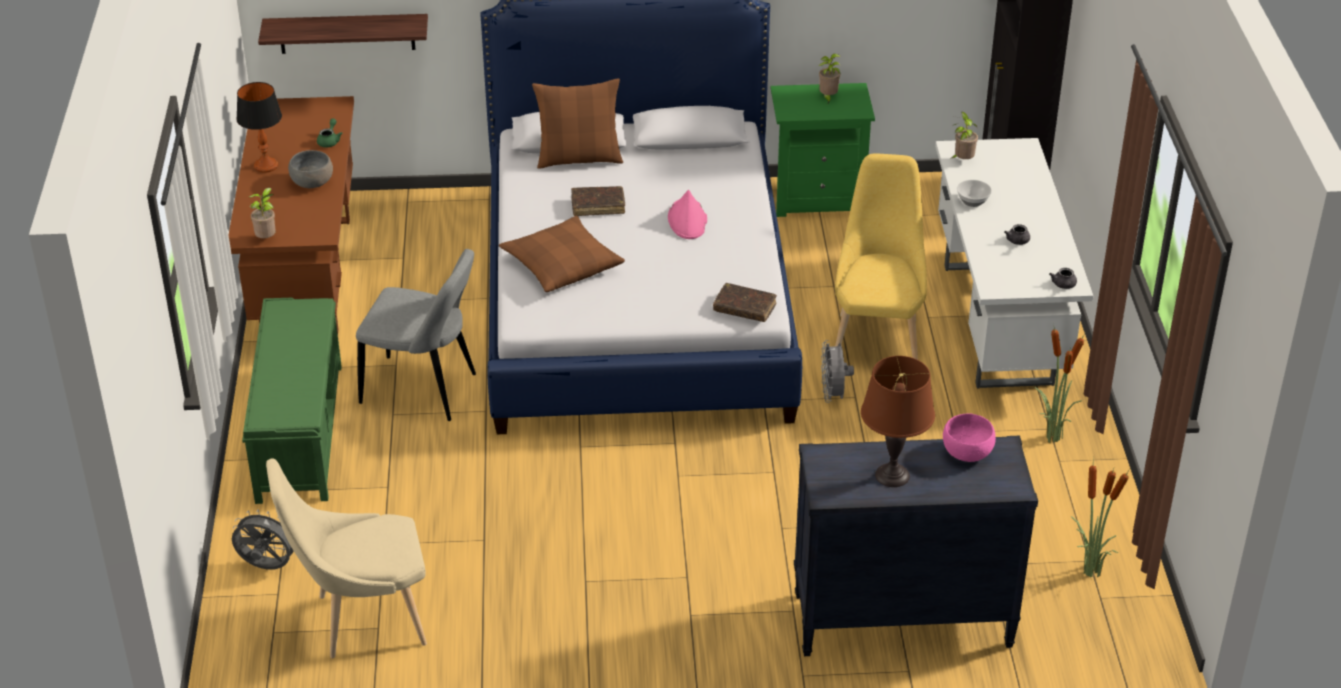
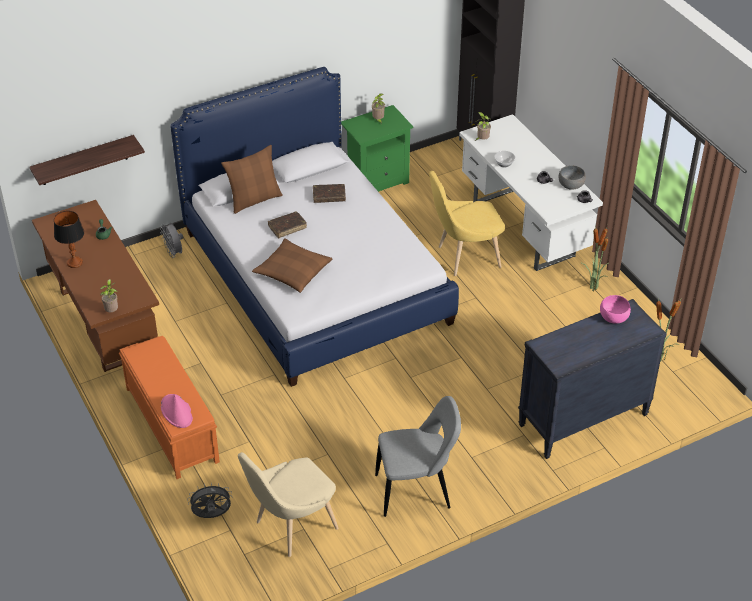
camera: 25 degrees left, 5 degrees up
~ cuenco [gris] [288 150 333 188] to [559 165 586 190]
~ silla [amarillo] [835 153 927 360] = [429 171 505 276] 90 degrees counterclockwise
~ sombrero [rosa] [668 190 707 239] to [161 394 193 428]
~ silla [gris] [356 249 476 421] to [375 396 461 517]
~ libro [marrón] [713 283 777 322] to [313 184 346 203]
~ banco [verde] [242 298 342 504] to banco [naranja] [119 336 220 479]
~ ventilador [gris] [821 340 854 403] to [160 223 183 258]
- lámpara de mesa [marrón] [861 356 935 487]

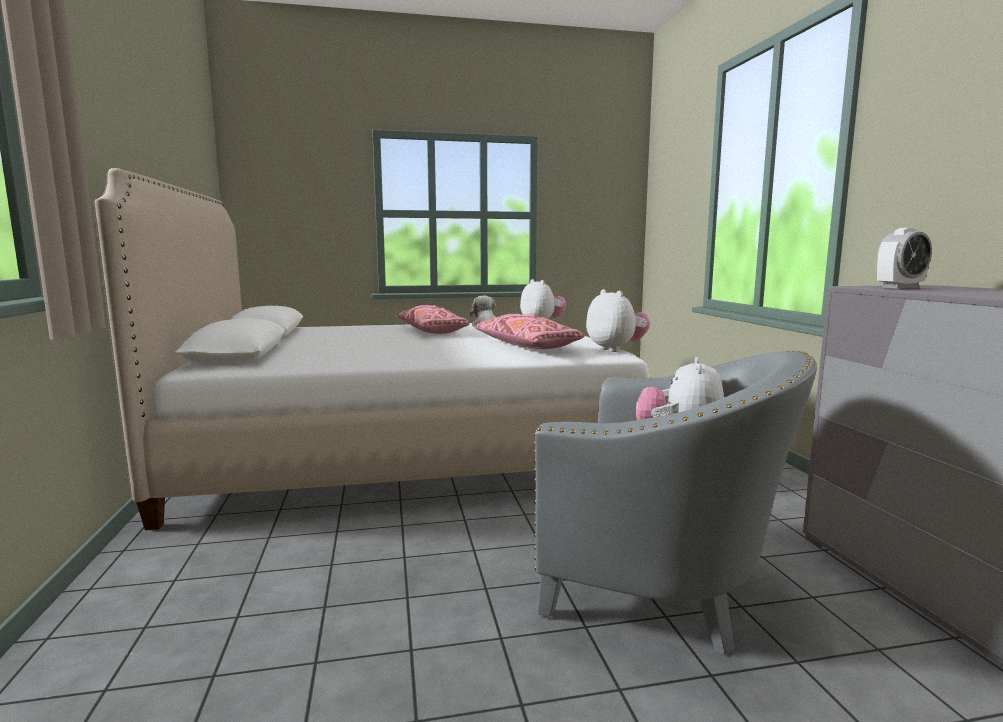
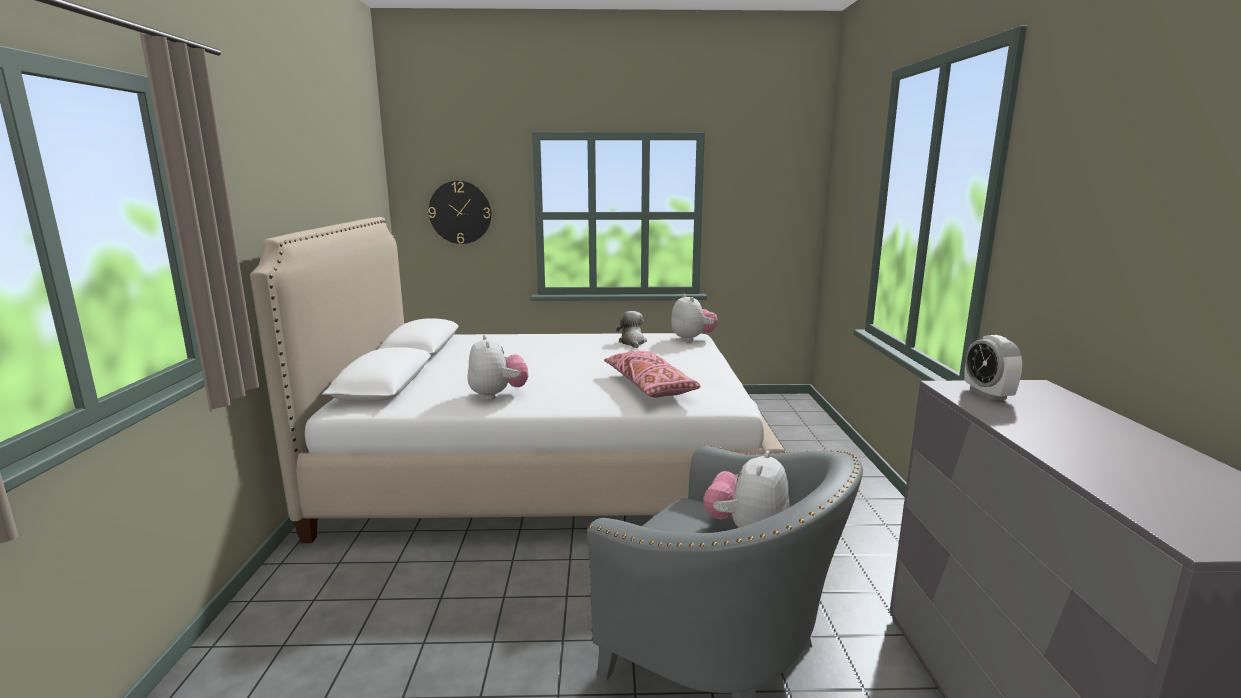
camera: 10 degrees right, 5 degrees up
~ despertador [877 228 932 288] = [964 335 1023 401] 90 degrees clockwise
~ peluche [586 289 650 352] to [468 335 529 400]
- cojín [rosa] [397 305 470 334]
+ reloj de pared [428 181 491 244]

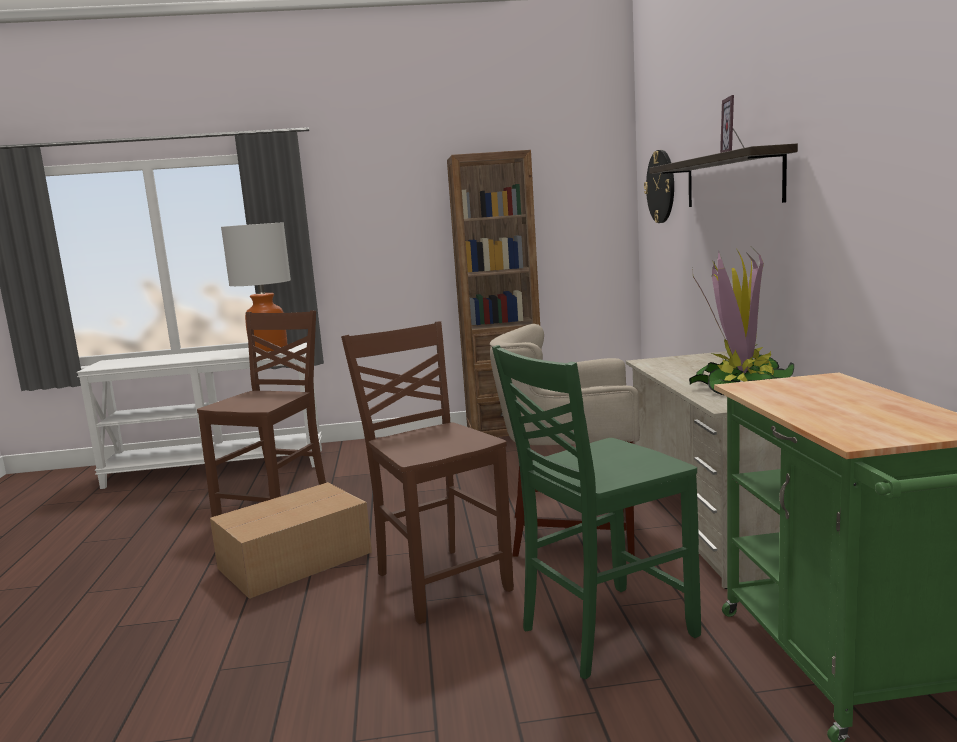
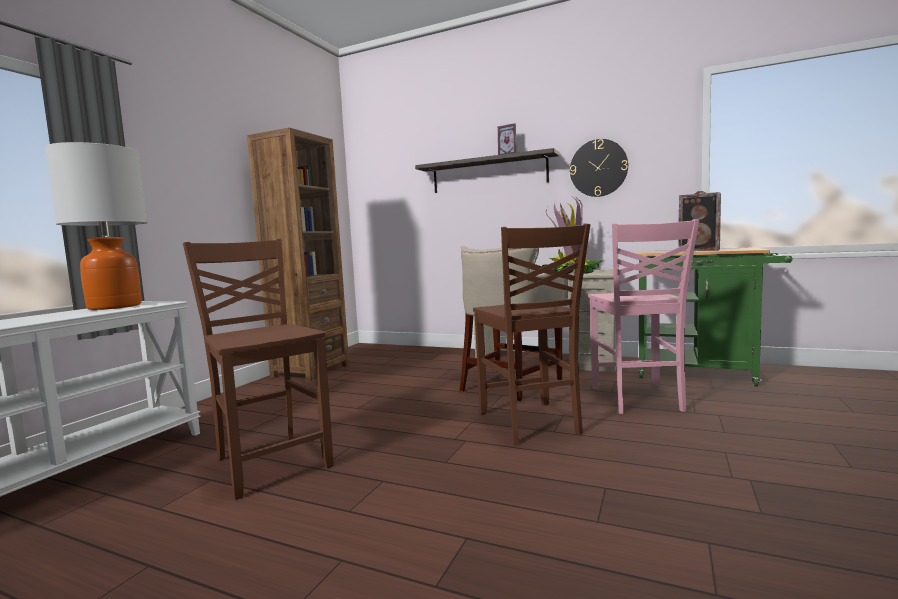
camera: 60 degrees left, 5 degrees down
~ reloj de pared [644 150 674 223] to [570 139 628 197]
~ silla [marrón] [341 321 514 624] = [473 223 590 445] 105 degrees counterclockwise
~ silla [verde] [492 345 701 679] to silla [rosa] [588 219 699 414]
- caja de cartón [210 482 372 599]
+ altavoz [678 191 721 252]

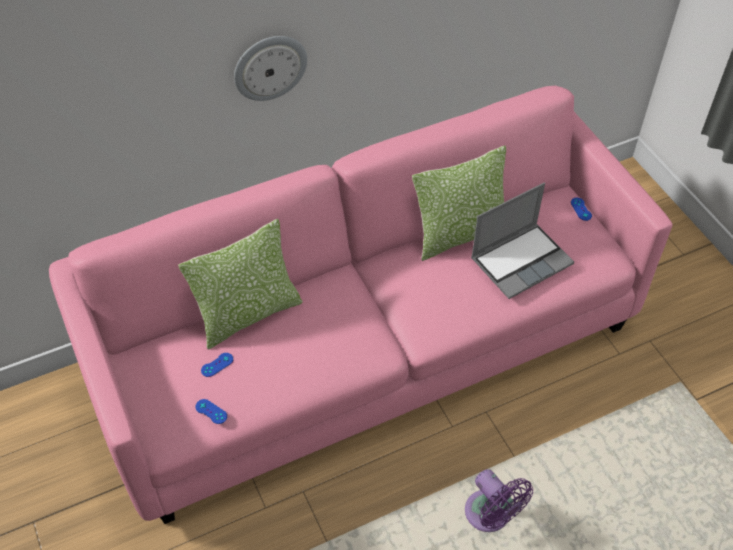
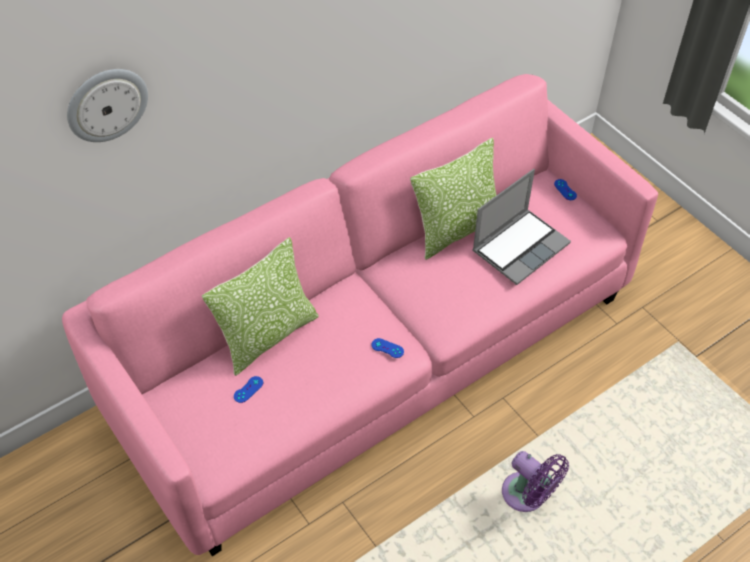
camera: 10 degrees left, 0 degrees up
~ reloj de pared [234 36 307 101] to [67 69 148 142]
~ mando de consola [azul] [195 399 227 424] to [372 338 404 358]

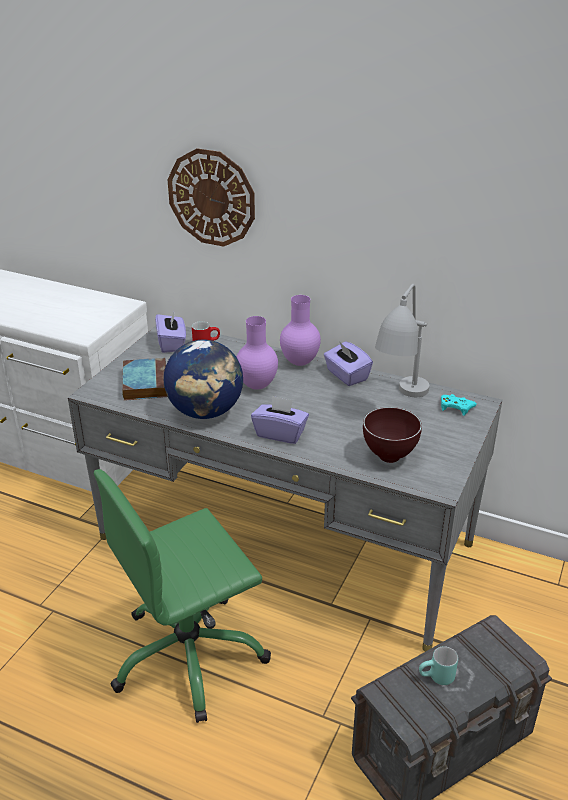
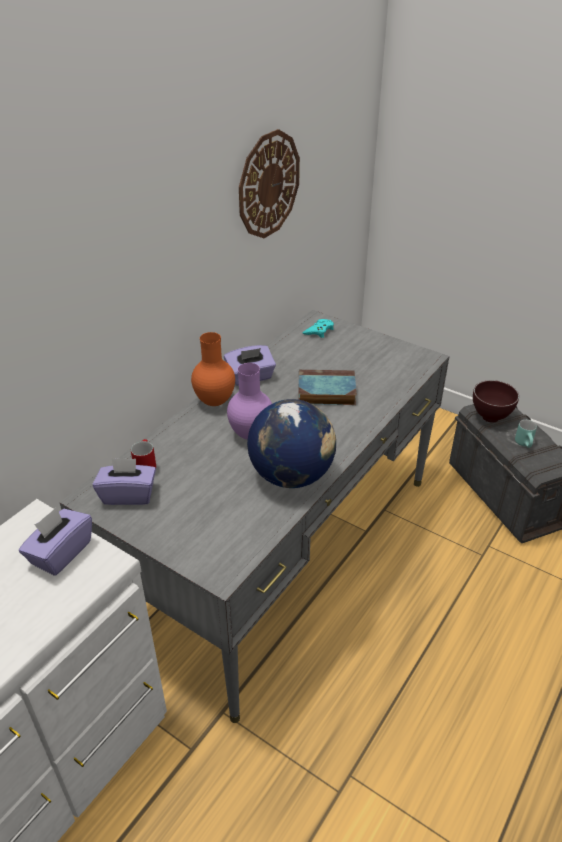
camera: 80 degrees left, 5 degrees up
~ reloj de pared [167 148 255 247] to [239 129 300 238]
- lámpara de mesa [gris] [375 284 429 397]
~ florero [morado] [280 295 321 366] to florero [naranja] [191 332 235 406]
~ libro [122 358 167 401] to [298 370 357 405]
~ caja de pañuelos [morado] [251 395 309 444] to [19 507 92 576]
~ cuenco [marrón] [363 407 422 463] to [473 380 519 423]
- silla de oficina [verde] [94 469 271 723]

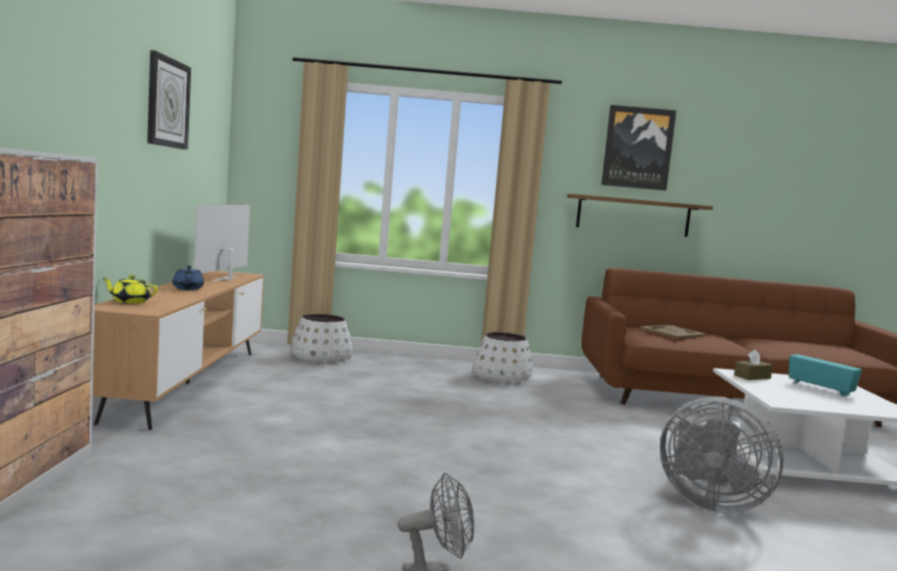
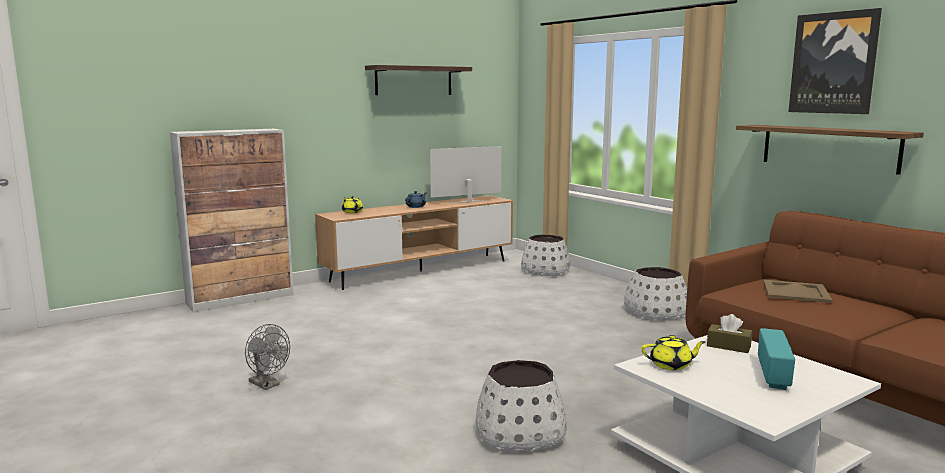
camera: 55 degrees right, 5 degrees up
~ reloj de pared [147 50 191 150] to estante [365 65 472 95]
~ ventilador [gris] [660 397 783 513] to maceta [blanco] [476 360 566 451]
+ tetera [amarillo] [641 335 706 370]

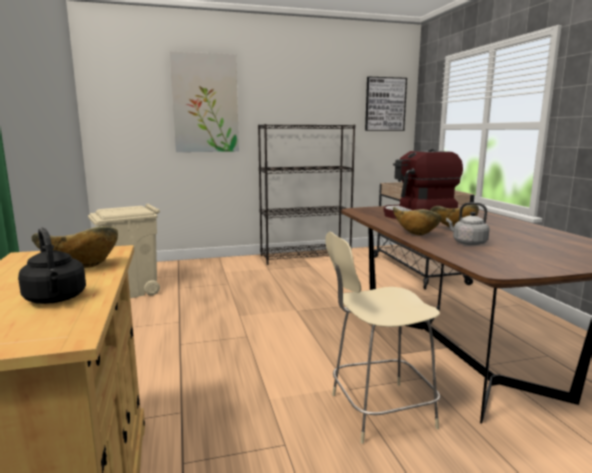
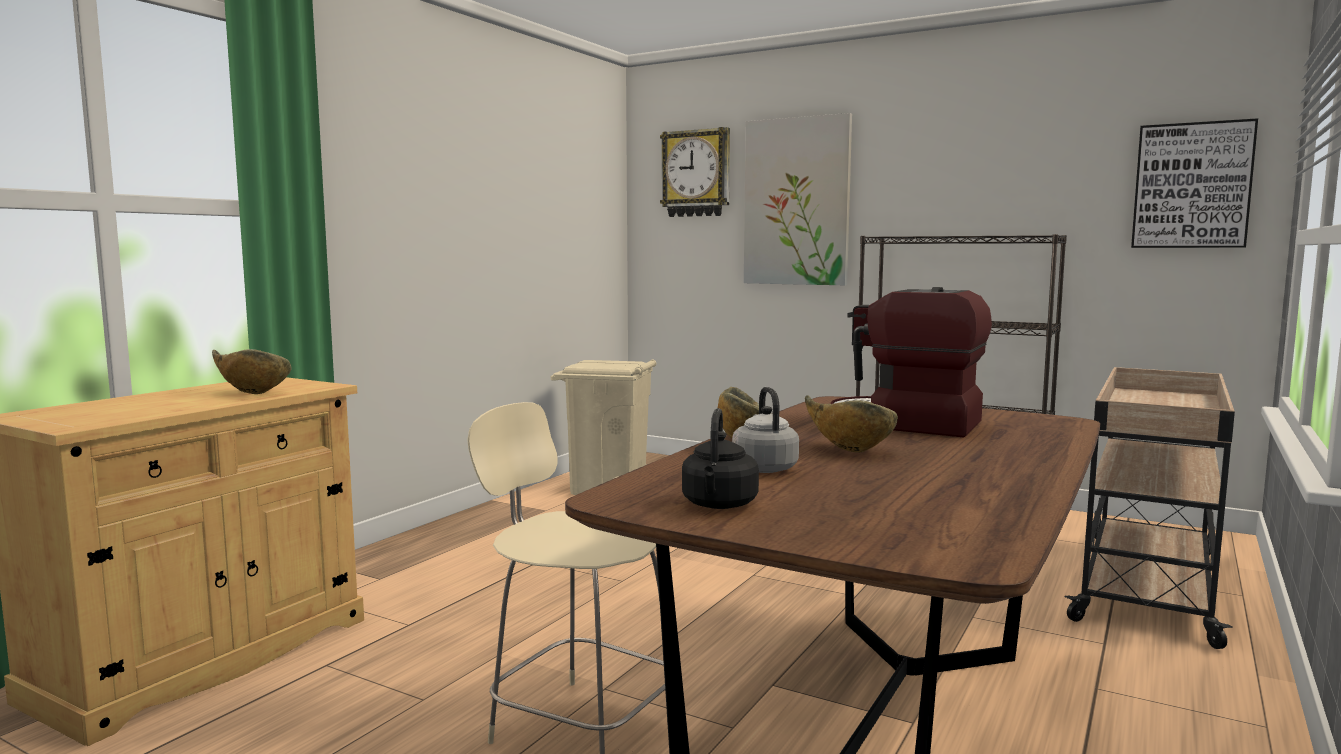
camera: 45 degrees right, 5 degrees down
~ hervidor [negro] [18 227 86 304] to [682 408 759 509]
+ reloj de pared [660 127 730 217]

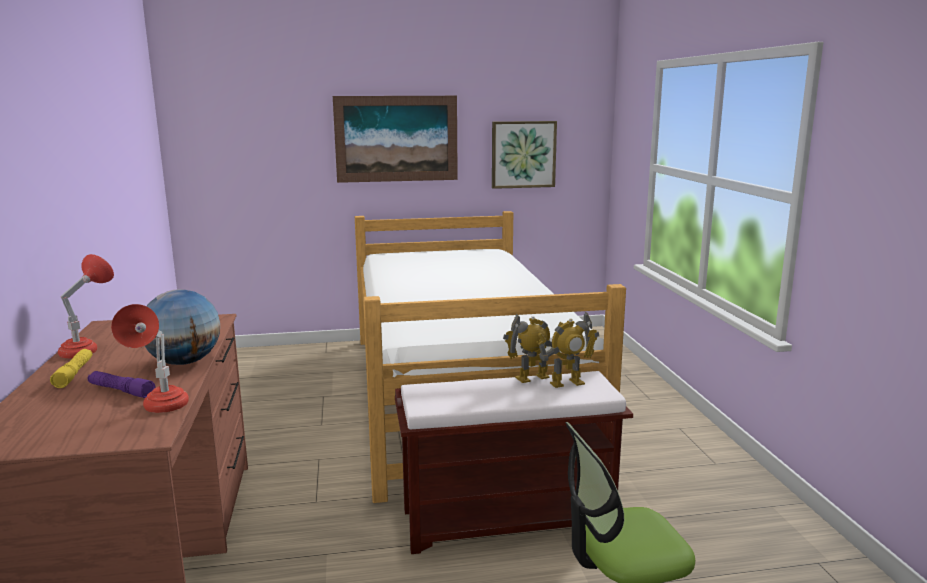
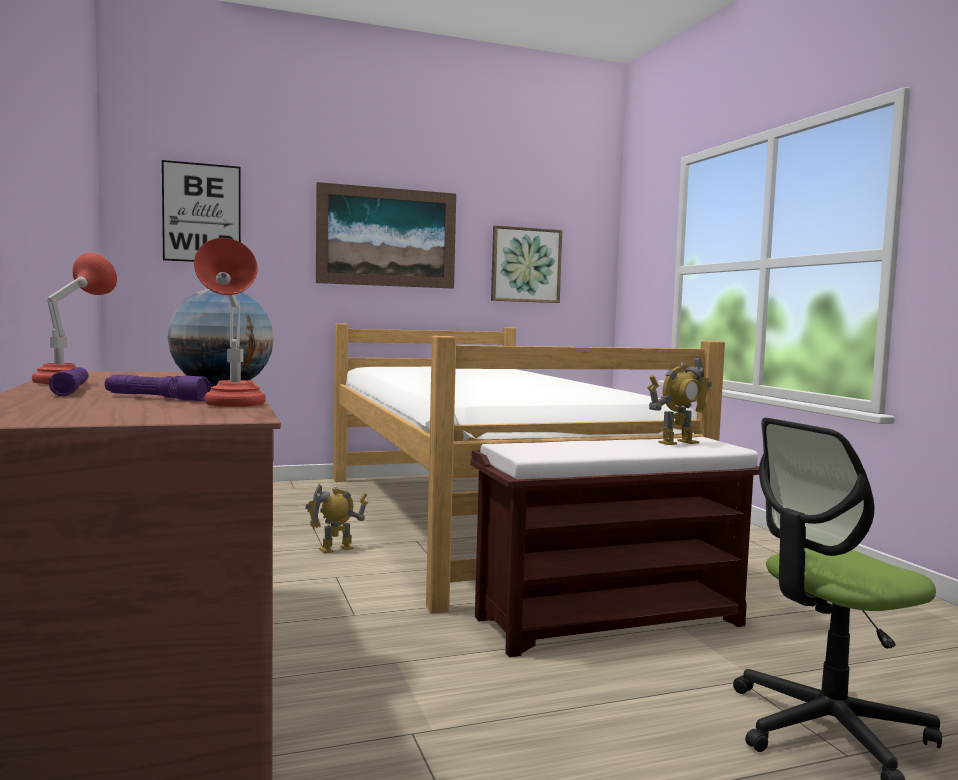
camera: 10 degrees left, 10 degrees down
~ robot de juguete [503 314 563 383] to [305 484 368 553]
~ linterna [amarillo] [50 349 92 388] to linterna [morado] [49 367 89 396]
+ cuadro [162 160 241 262]

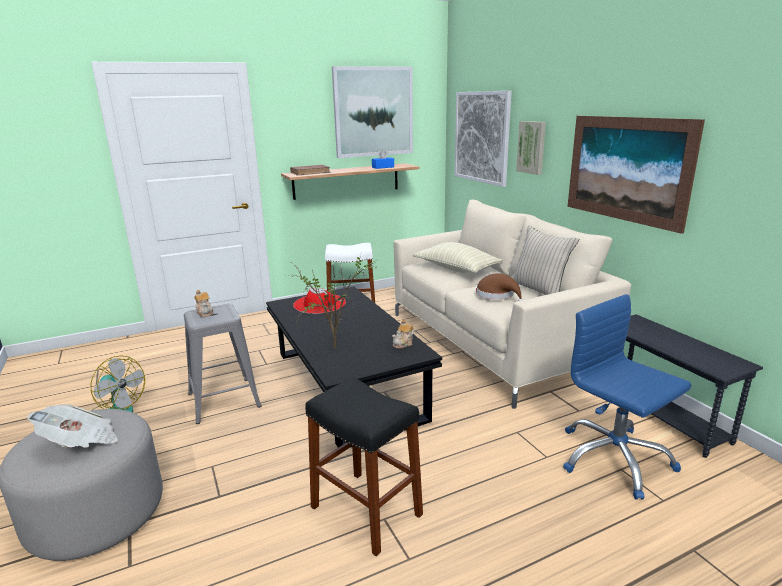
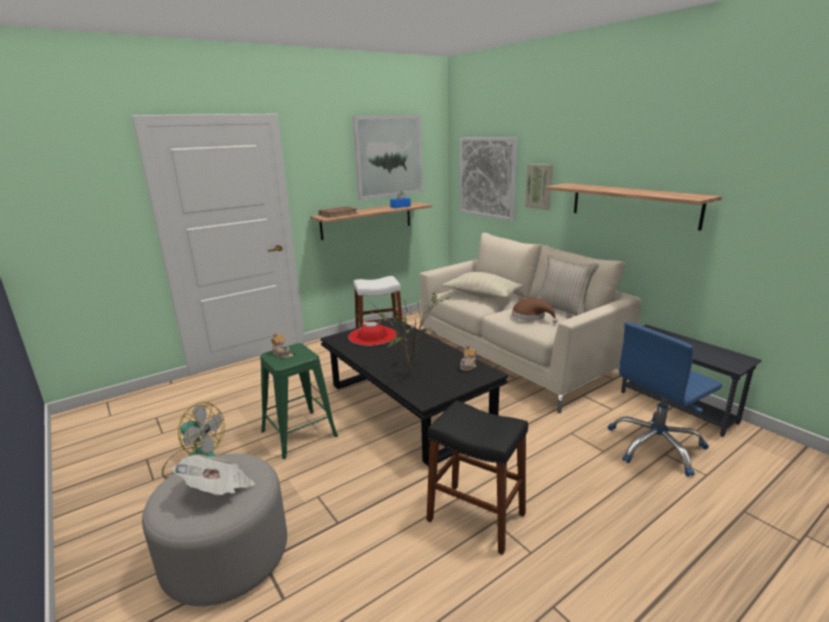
camera: 10 degrees left, 0 degrees up
~ cuadro [567 116 705 234] to estante [545 183 722 231]
~ silla de oficina [azul] [563 294 691 499] = [608 322 722 476] 75 degrees counterclockwise
~ taburete [gris] [184 304 262 424] to taburete [verde] [260 343 338 459]

